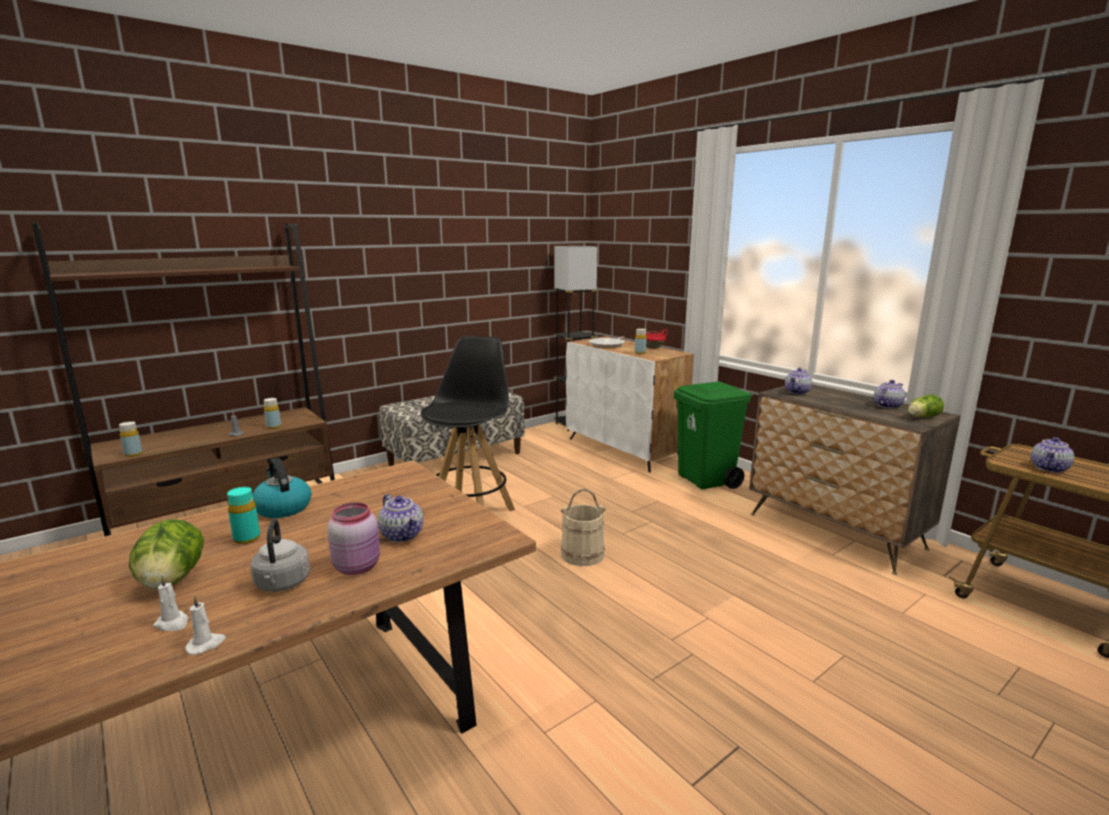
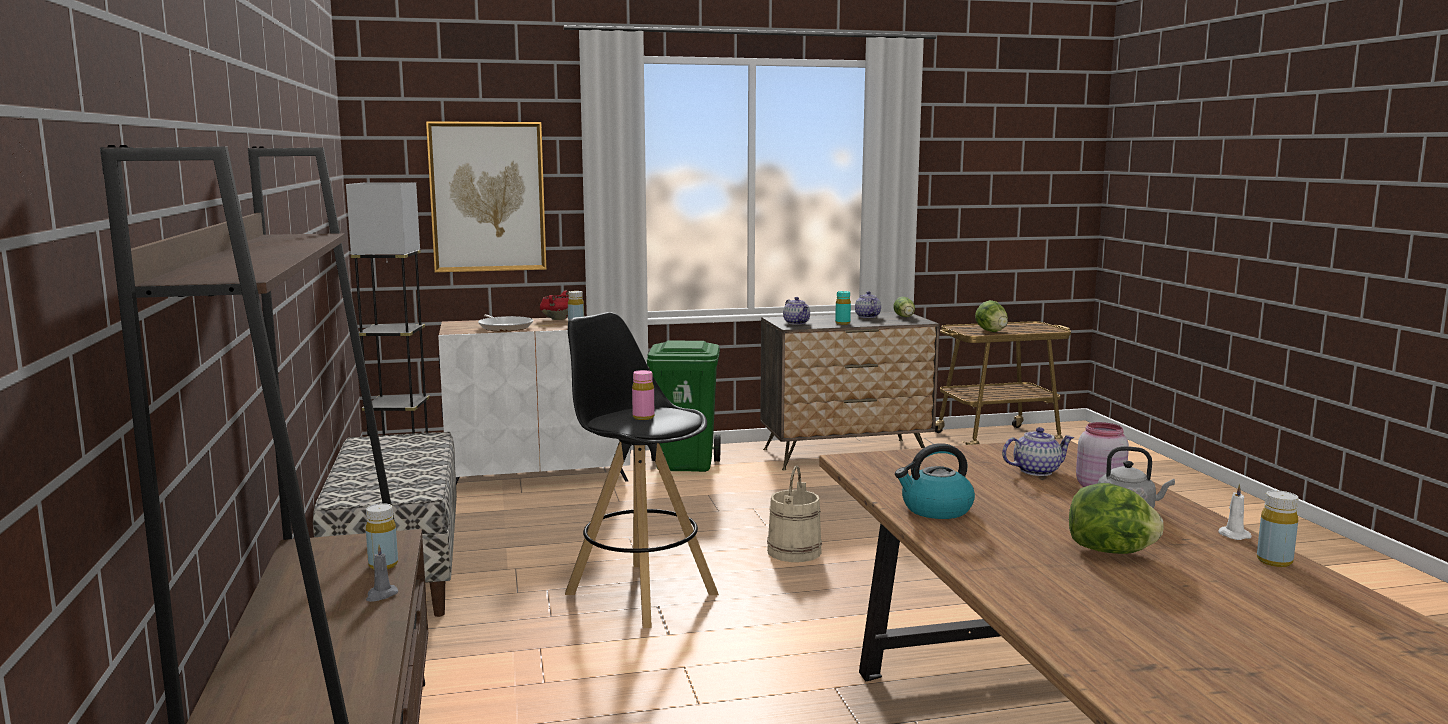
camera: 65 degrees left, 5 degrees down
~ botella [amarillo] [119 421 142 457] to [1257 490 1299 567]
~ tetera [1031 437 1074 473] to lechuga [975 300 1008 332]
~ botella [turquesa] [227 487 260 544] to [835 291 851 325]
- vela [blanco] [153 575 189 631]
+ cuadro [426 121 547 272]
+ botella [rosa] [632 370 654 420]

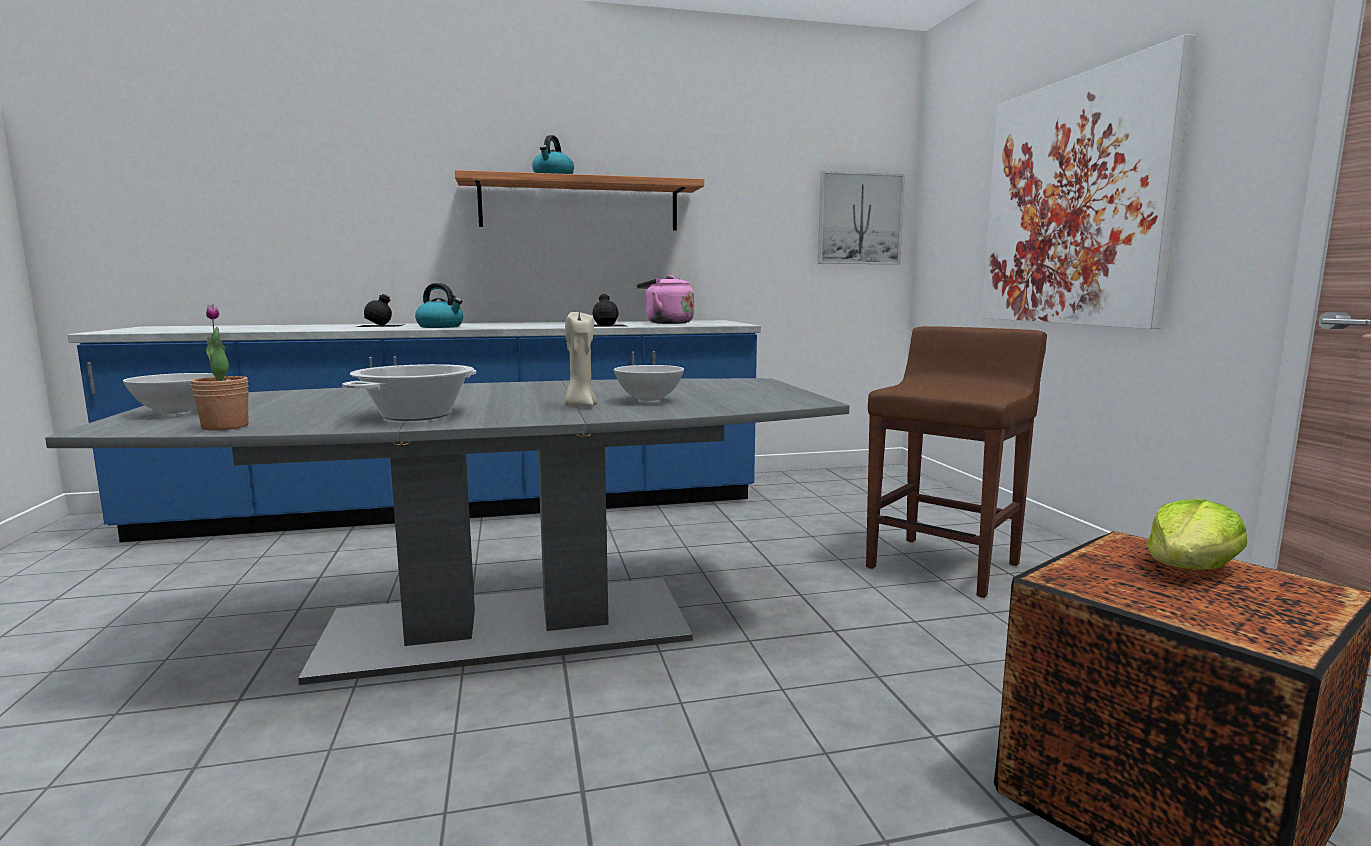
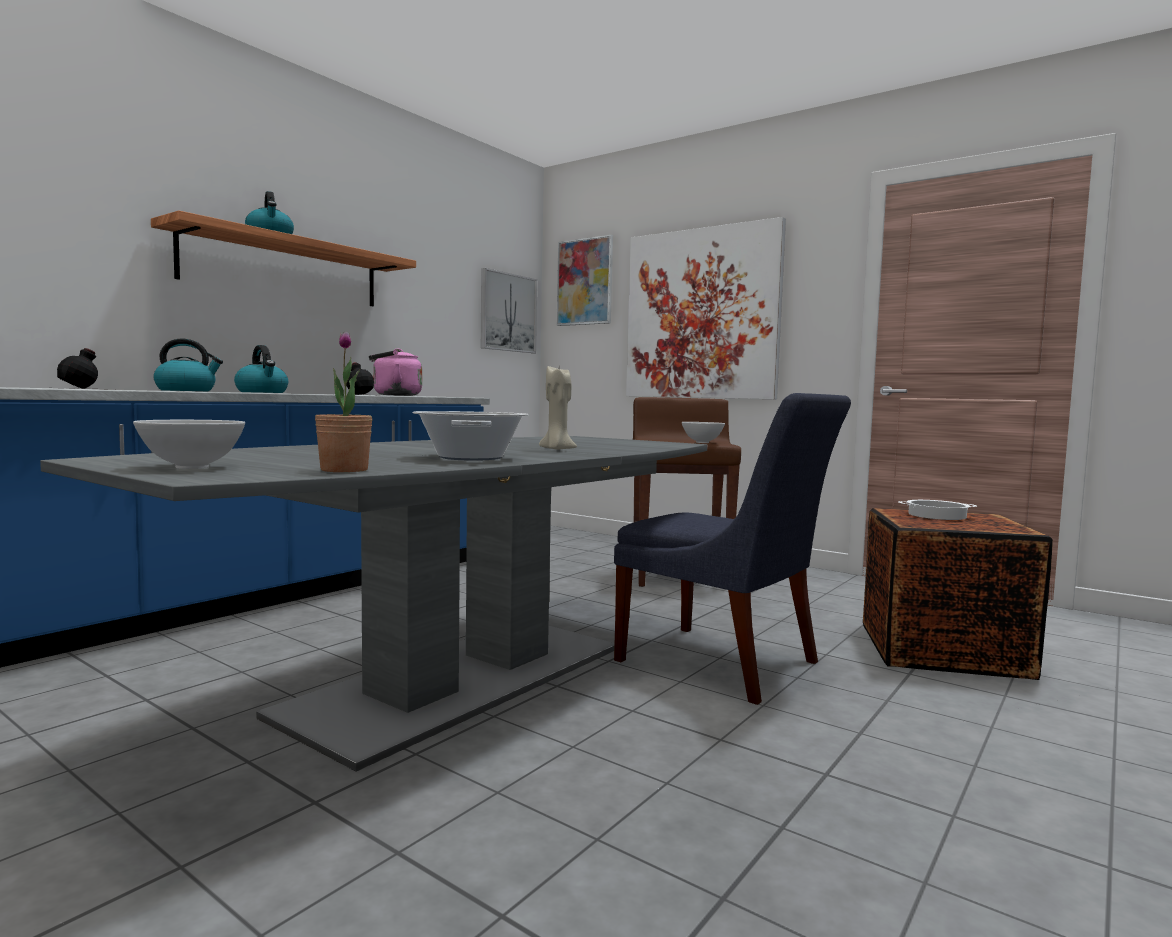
camera: 40 degrees left, 5 degrees down
~ cuenco [blanco] [614 365 684 403] to [682 422 725 443]
~ lechuga [1146 499 1247 570] to olla [898 500 977 520]
+ cuadro [557 235 613 326]
+ hervidor [234 345 288 393]
+ silla [azul] [614 393 851 705]

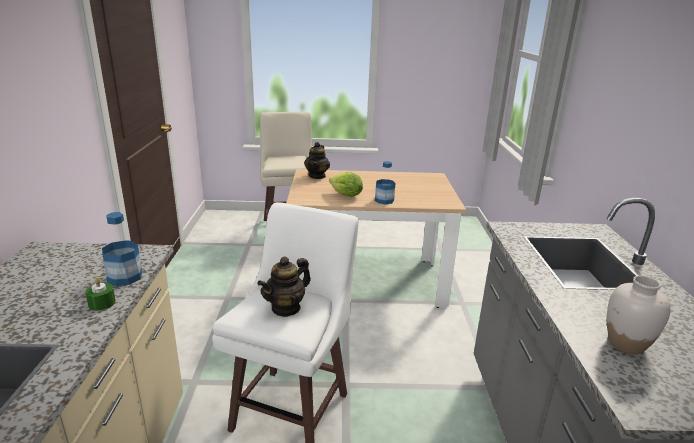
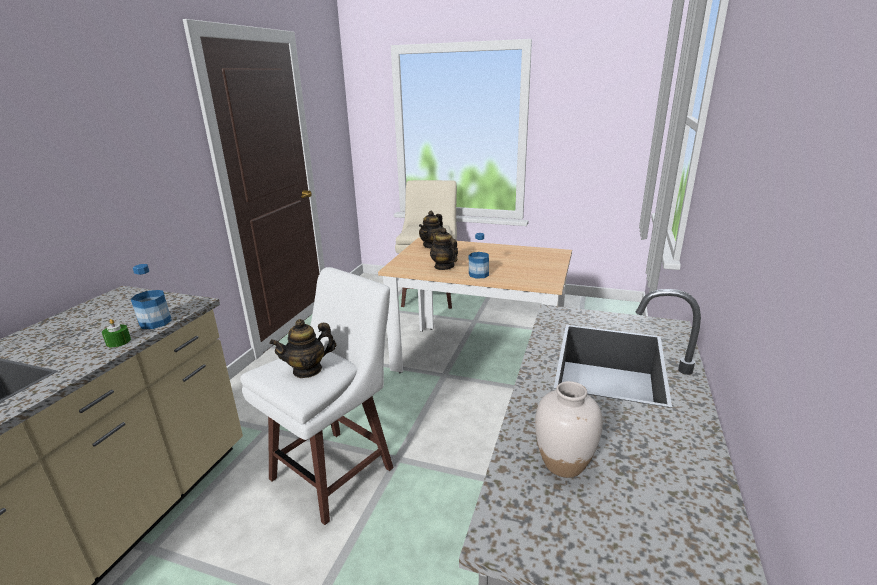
camera: 20 degrees right, 0 degrees up
~ lechuga [329 172 363 197] to tetera [430 228 458 270]

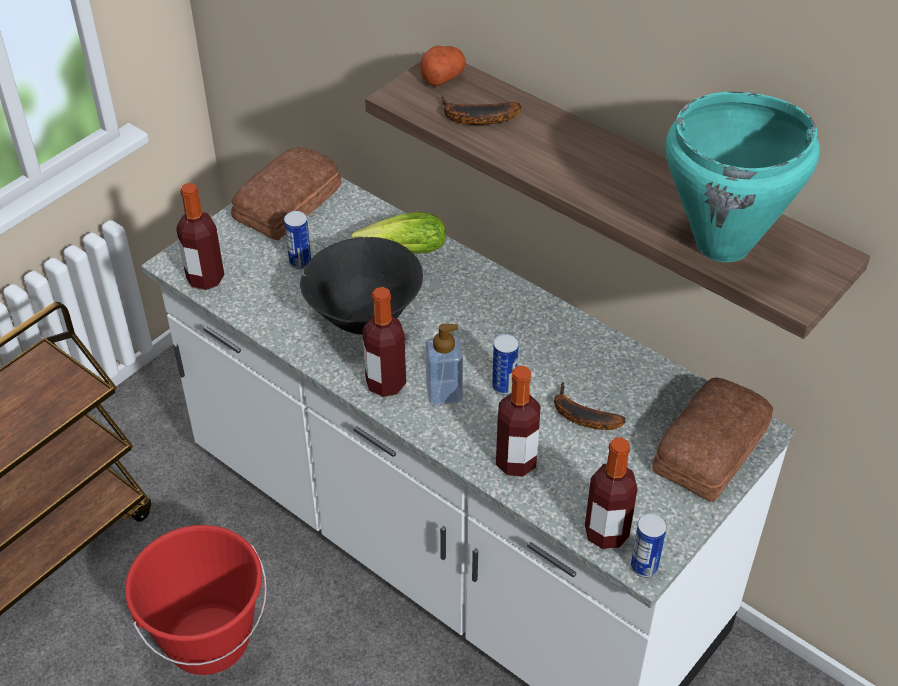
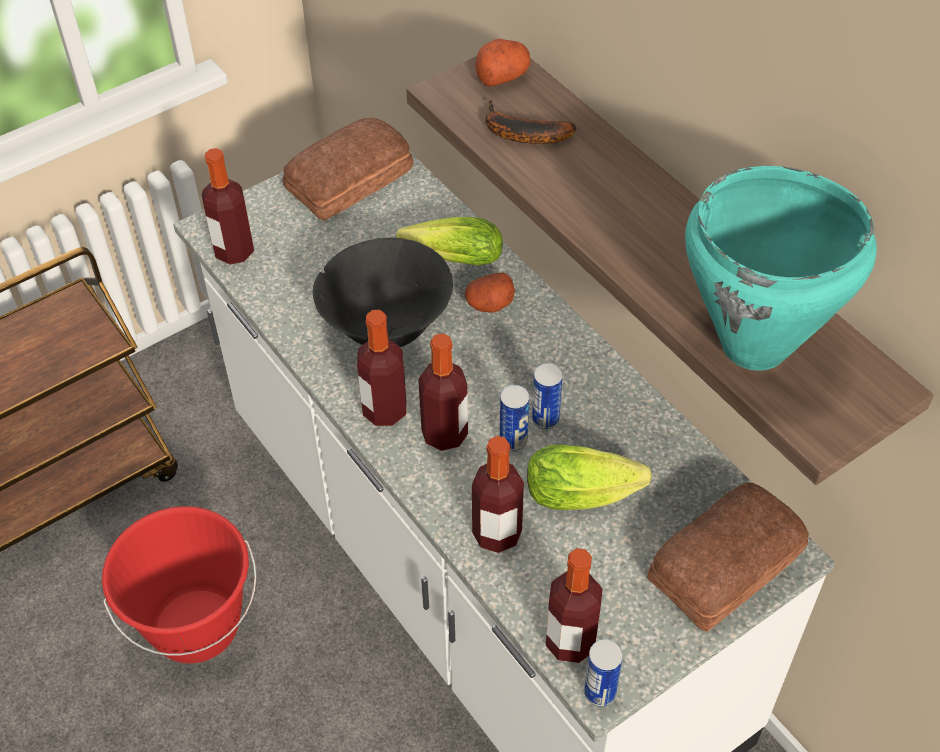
camera: 15 degrees right, 5 degrees up
~ lata [284 211 311 269] to [532 363 563 429]
~ dispensador de jabón [426 324 463 405] to botella [418 333 468 451]
~ plátano [554 382 626 430] to lechuga [527 445 652 510]
+ patata [465 272 515 313]

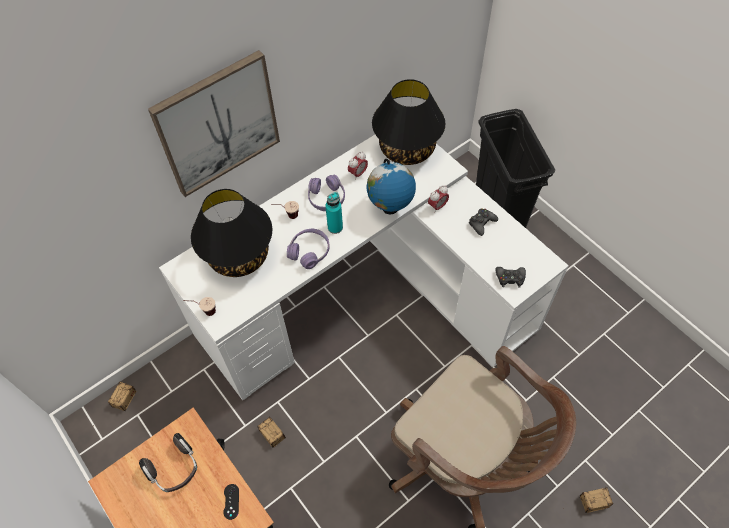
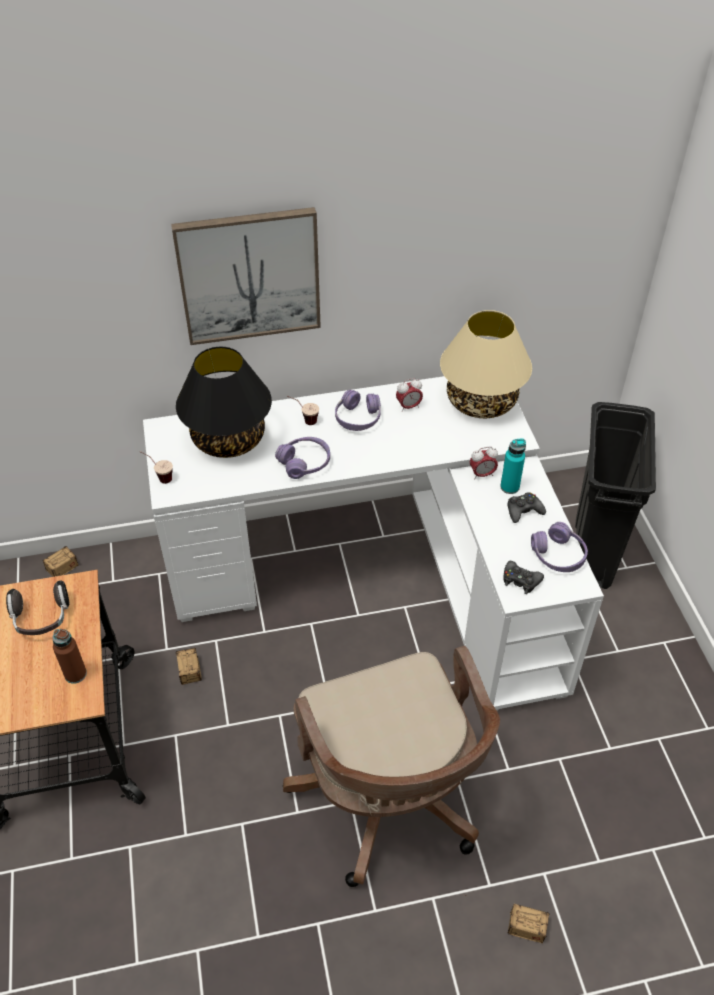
camera: 25 degrees right, 10 degrees down
~ lámpara de mesa [negro] [372 79 445 165] to lámpara de mesa [beis] [440 310 532 418]
- globo terráqueo [367 159 416 214]
~ botella [turquesa] [325 192 343 234] to [500 439 526 494]
~ mando de consola [negro] [223 484 239 520] to botella [marrón] [52 629 87 684]
+ auriculares [morado] [531 522 588 572]

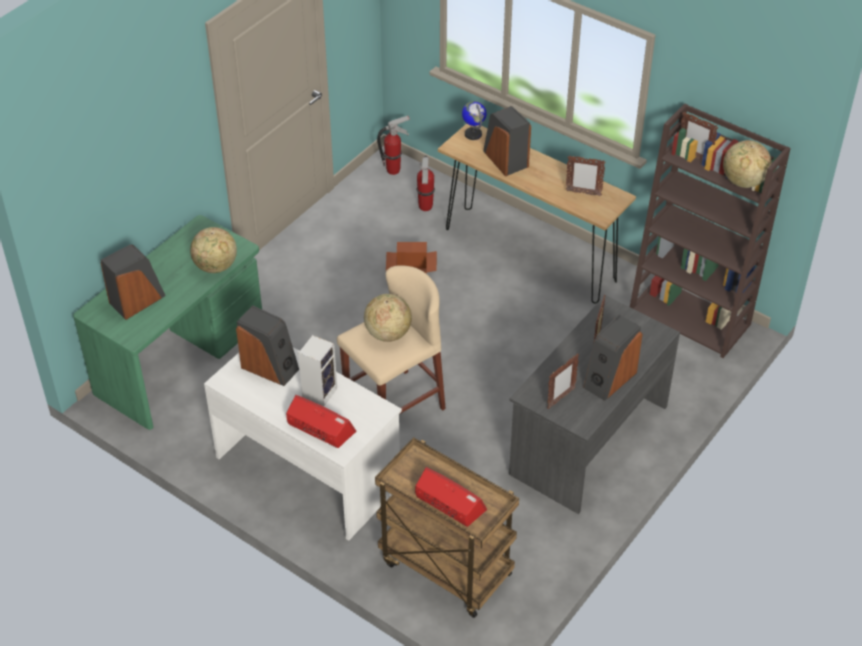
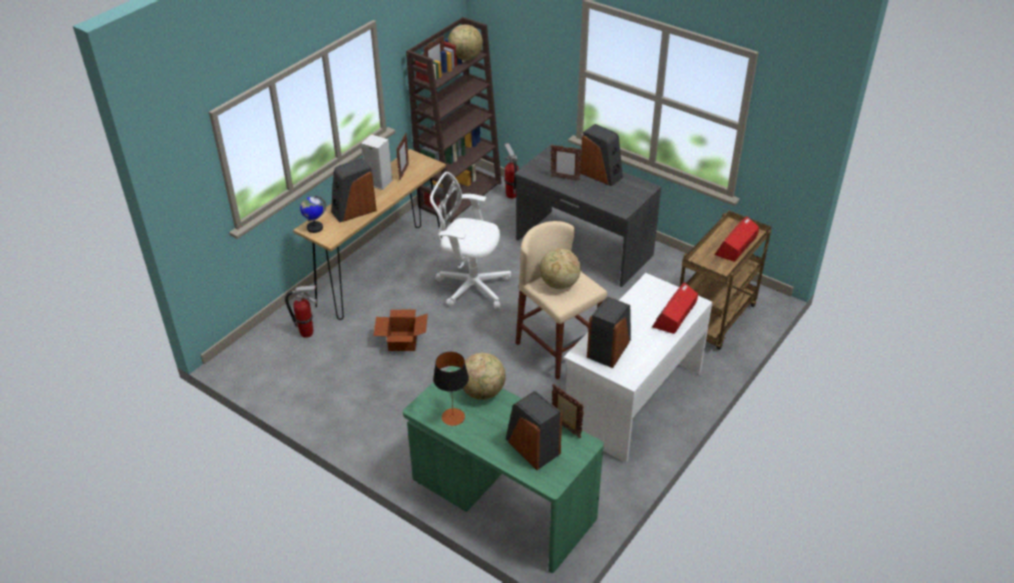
camera: 90 degrees left, 5 degrees down
~ extintor [377 116 410 175] to [504 143 519 199]
~ altavoz [298 335 337 406] to [361 134 393 190]
~ portarretratos [547 353 579 409] to [552 384 584 438]
+ silla de oficina [blanco] [430 172 511 309]
+ lámpara de mesa [433 352 469 426]

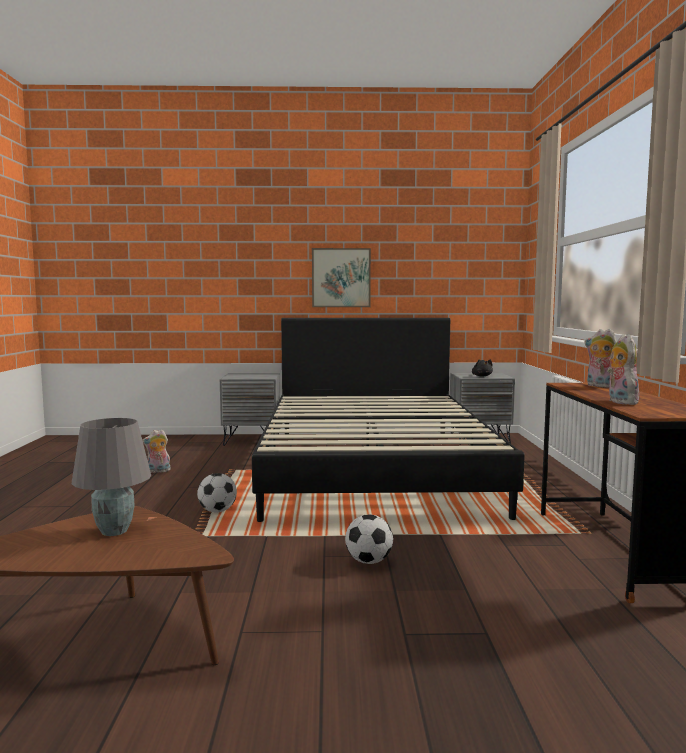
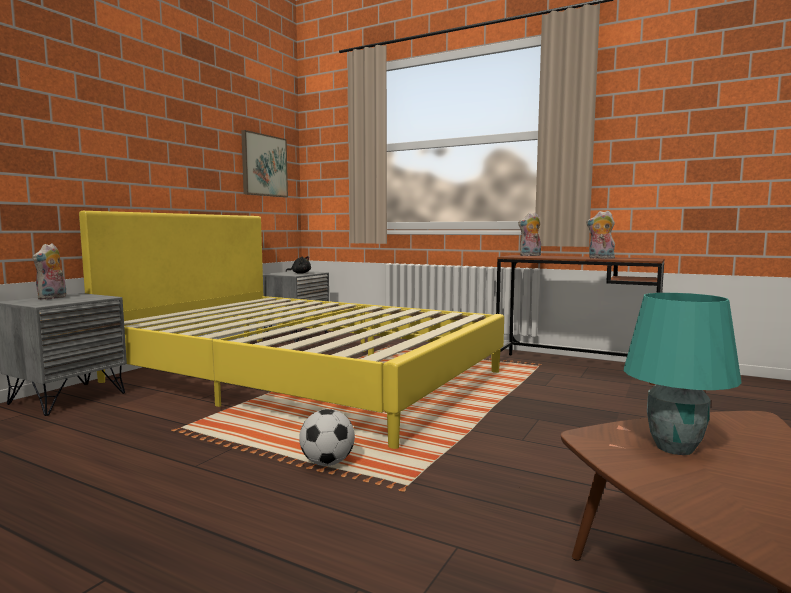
camera: 60 degrees left, 0 degrees up
~ cuadro [312 248 371 307] to [241 130 288 197]
~ cama [negro] [252 318 525 522] to cama [amarillo] [79 211 504 449]
~ lámpara de mesa [gris] [72 418 151 536] to lámpara de mesa [turquesa] [624 293 742 455]
~ peluche [142 429 171 473] to [32 243 66 300]
- balón de fútbol [345 514 393 564]

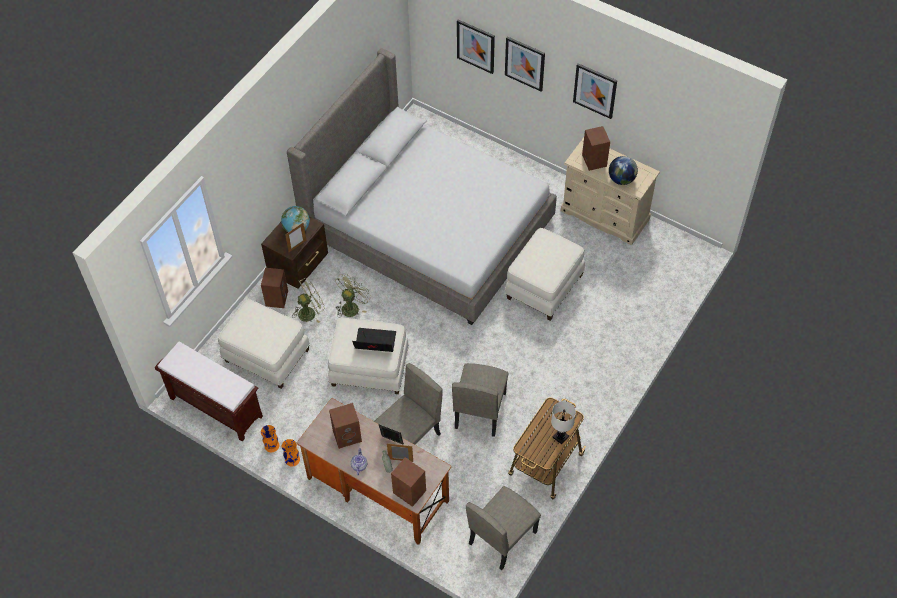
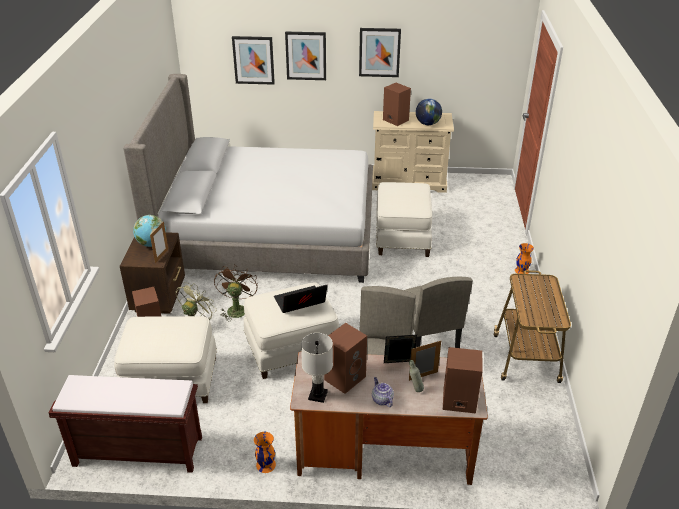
camera: 30 degrees left, 20 degrees down
~ ventilador [verde] [335 273 371 318] to ventilador [marrón] [214 264 258 322]
~ lámpara de mesa [blanco] [551 401 576 444] to [301 333 333 403]
~ florero [naranja] [261 425 279 452] to [515 243 534 274]
- silla [beis] [466 486 541 570]

